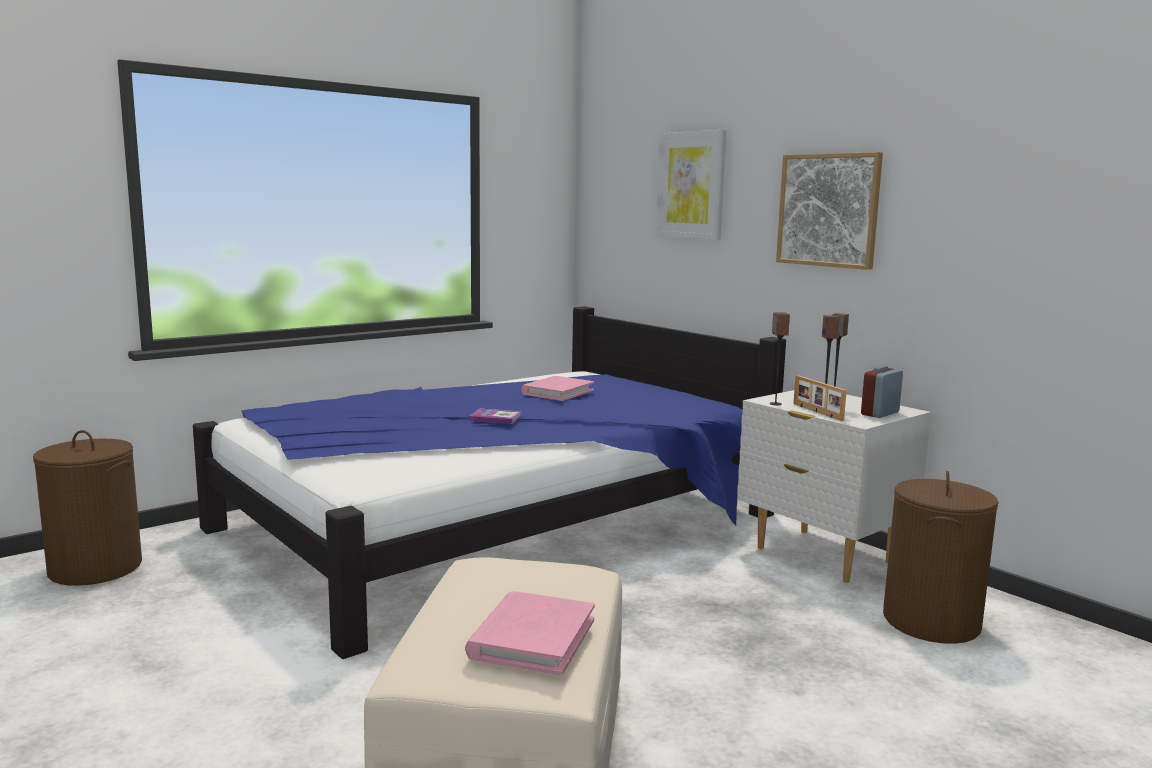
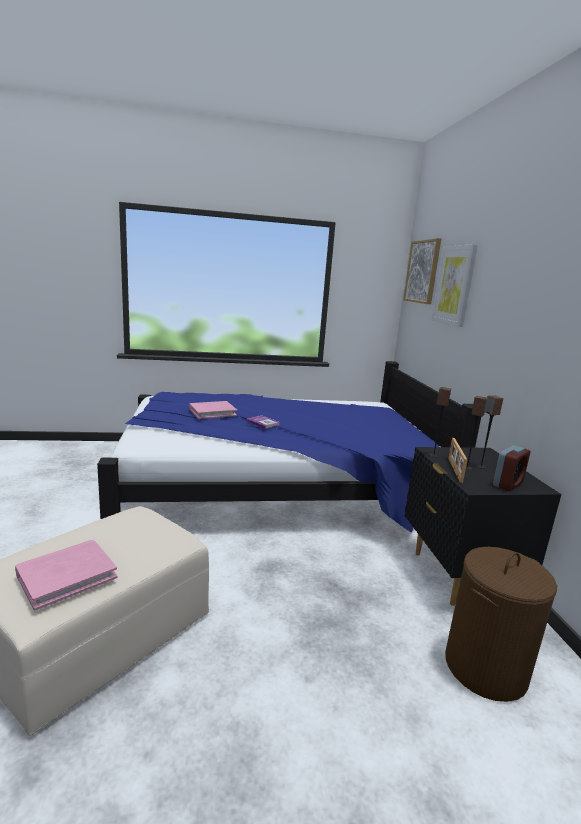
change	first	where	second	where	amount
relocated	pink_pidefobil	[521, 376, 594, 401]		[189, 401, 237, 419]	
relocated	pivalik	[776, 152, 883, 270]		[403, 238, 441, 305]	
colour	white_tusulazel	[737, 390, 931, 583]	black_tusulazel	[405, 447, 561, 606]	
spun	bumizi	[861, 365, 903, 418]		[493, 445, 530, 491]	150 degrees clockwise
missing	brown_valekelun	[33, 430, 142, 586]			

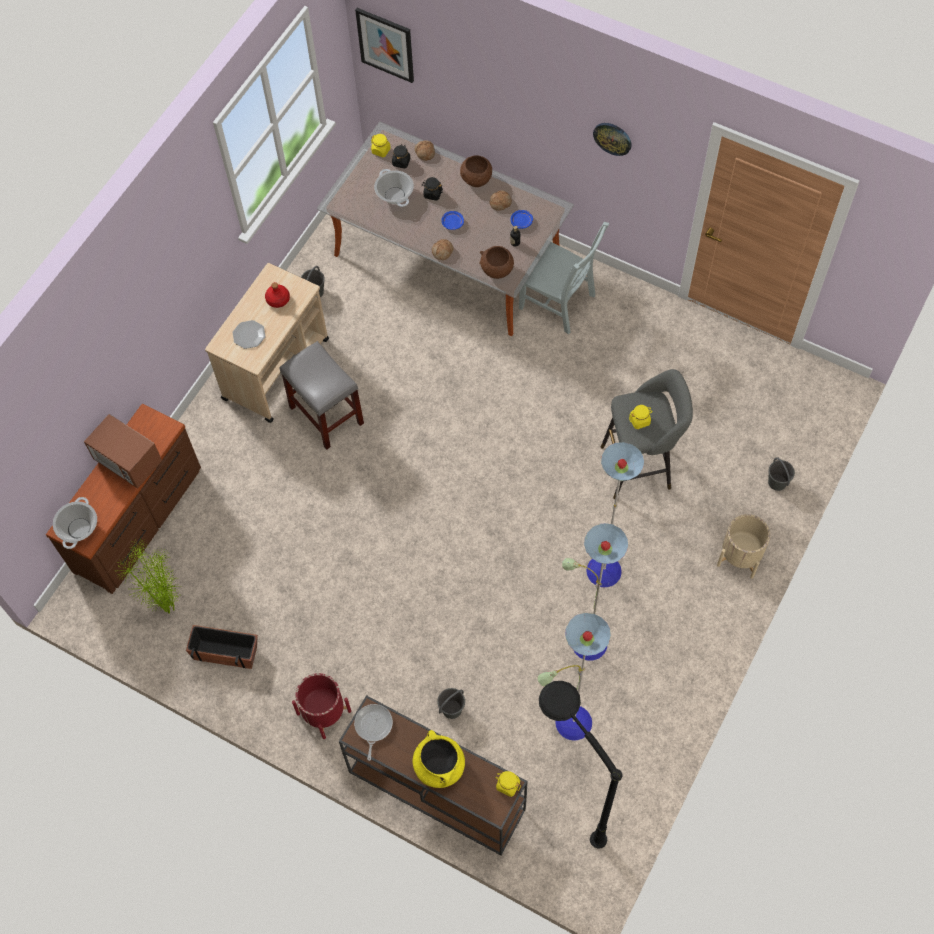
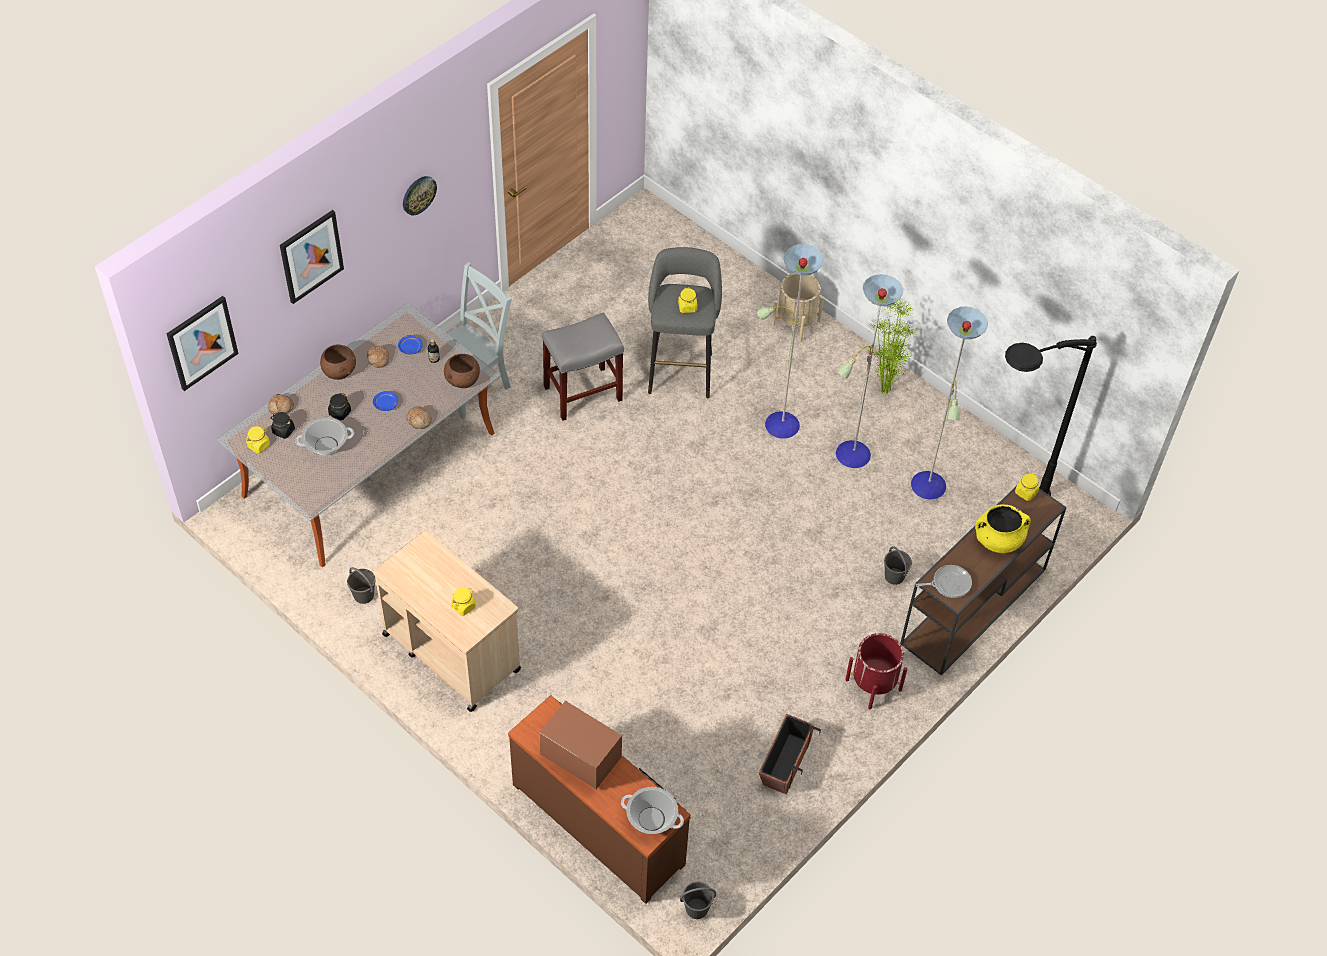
change	first	where	second	where	amount
appeared			pivalik	[280, 210, 344, 304]	
exchanged	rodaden	[233, 320, 265, 349]	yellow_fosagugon	[451, 587, 476, 616]	
spun	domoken	[84, 414, 162, 489]		[539, 701, 622, 789]	105 degrees counterclockwise
relocated	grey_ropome	[280, 341, 364, 450]		[542, 312, 624, 421]	
relocated	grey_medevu	[768, 457, 795, 491]		[680, 882, 716, 919]	
relocated	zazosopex	[114, 539, 182, 614]		[868, 299, 917, 393]	
spun	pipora	[354, 704, 393, 761]		[916, 565, 972, 598]	150 degrees clockwise
missing	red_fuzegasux	[265, 282, 290, 308]			

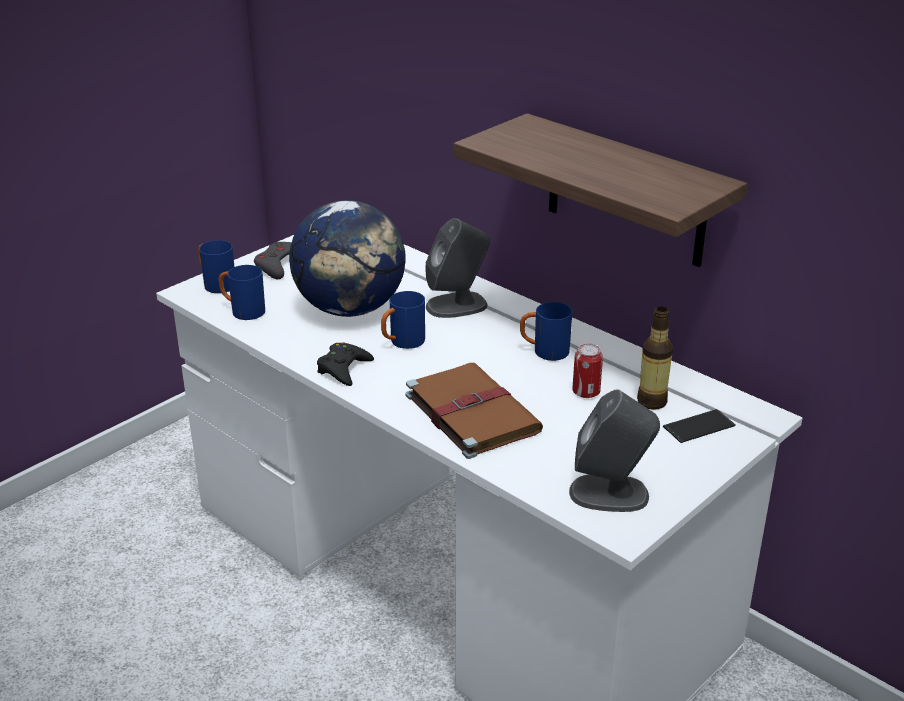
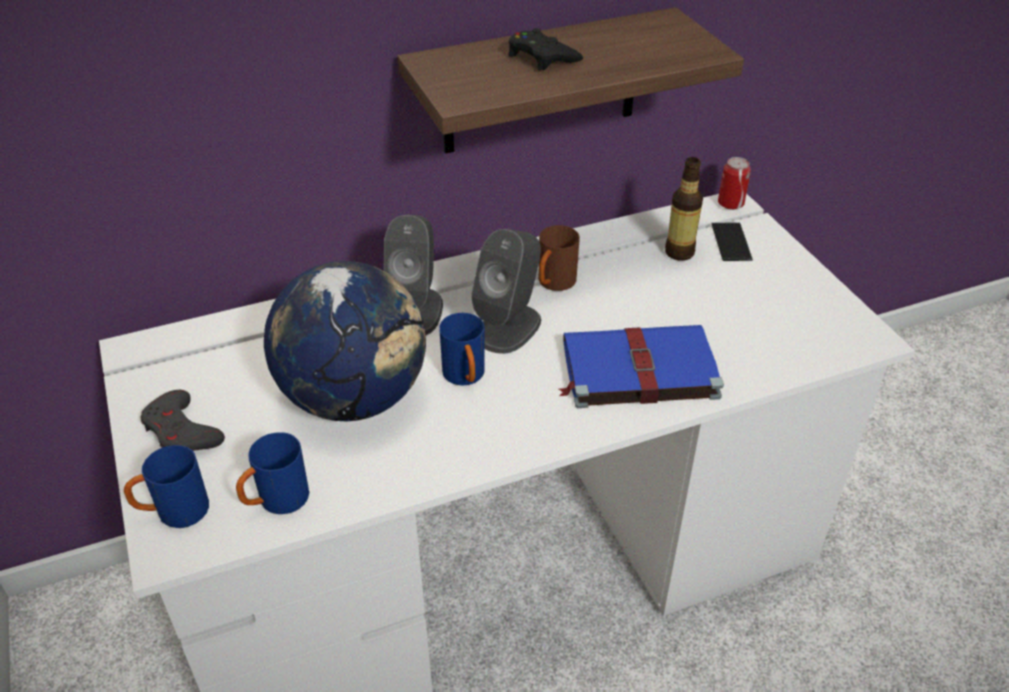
change	first	where	second	where	amount
relocated	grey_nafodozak	[569, 389, 660, 512]		[471, 229, 541, 354]	
relocated	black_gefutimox	[317, 342, 374, 386]		[509, 28, 583, 70]	
colour	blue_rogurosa	[520, 302, 572, 361]	brown_rogurosa	[539, 225, 580, 291]	
colour	brown_pidefobil	[405, 363, 543, 459]	blue_pidefobil	[559, 325, 724, 408]	
relocated	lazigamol	[572, 343, 603, 398]		[718, 157, 751, 210]	

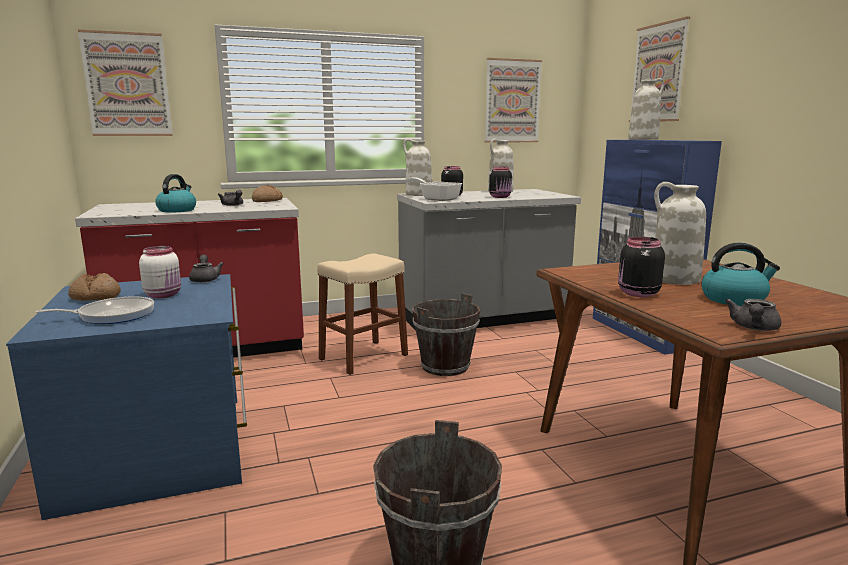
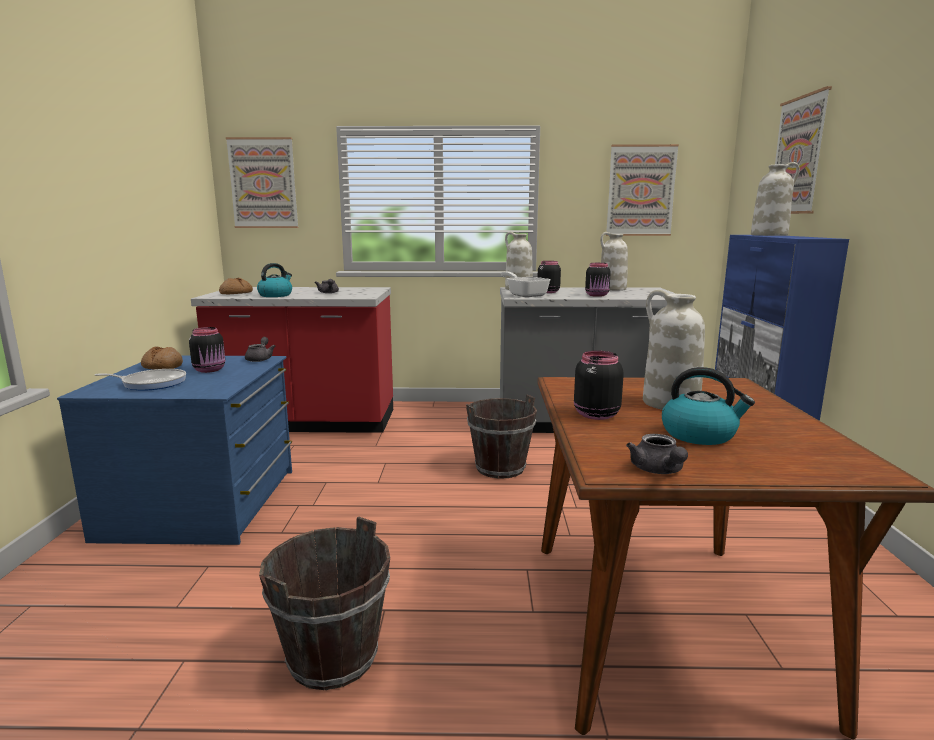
change	first	where	second	where	amount
colour	white_fosagugon	[139, 246, 181, 298]	black_fosagugon	[189, 327, 225, 373]	
relocated	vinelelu	[252, 185, 283, 202]		[219, 278, 253, 294]	
spun	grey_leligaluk	[725, 299, 781, 331]		[626, 434, 688, 474]	60 degrees counterclockwise
missing	beige_ropome	[317, 253, 408, 375]			

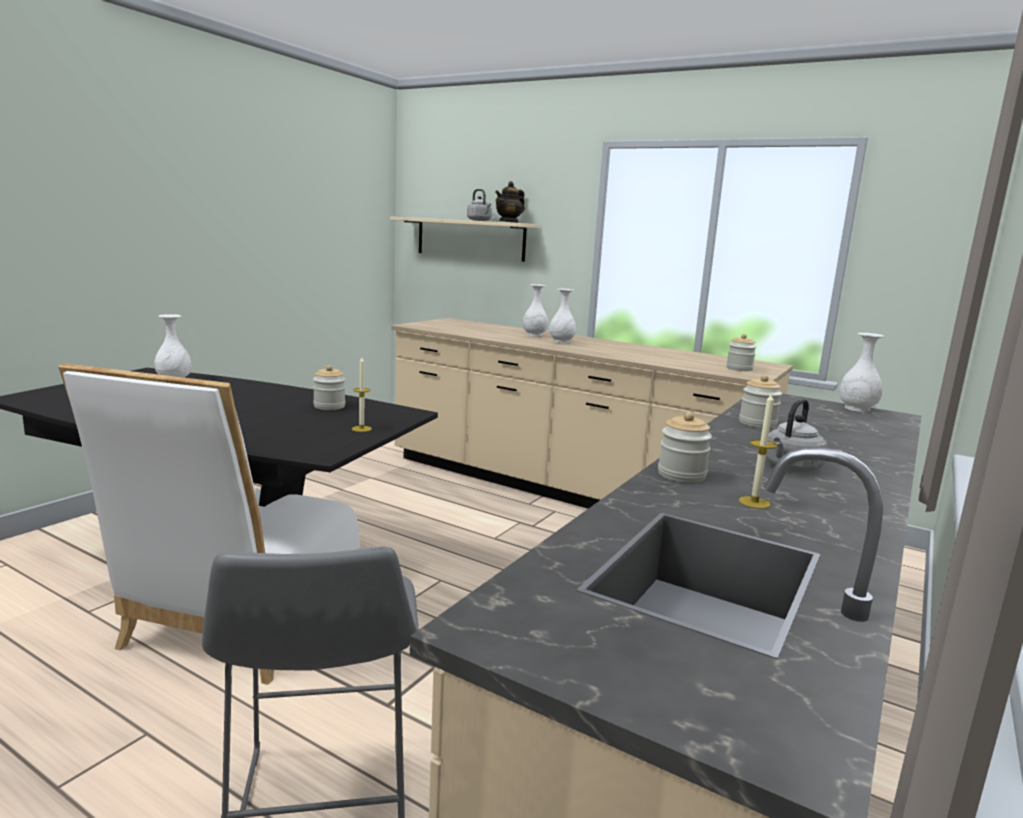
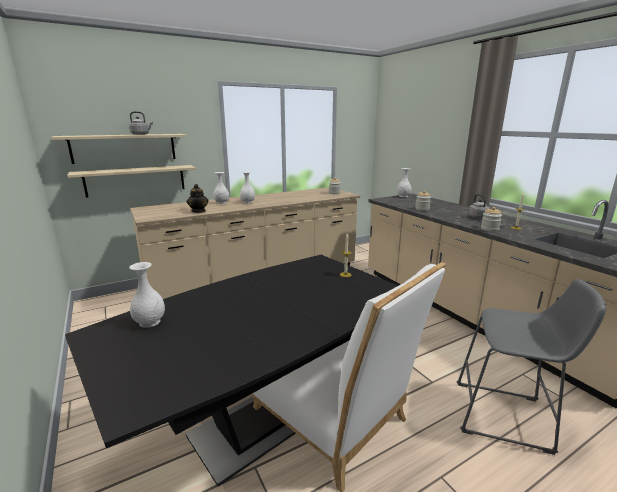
change	first	where	second	where	amount
appeared			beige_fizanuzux	[67, 165, 196, 198]	
relocated	leligaluk	[495, 181, 525, 223]		[187, 184, 208, 213]	
missing	fosagugon	[313, 365, 346, 410]			

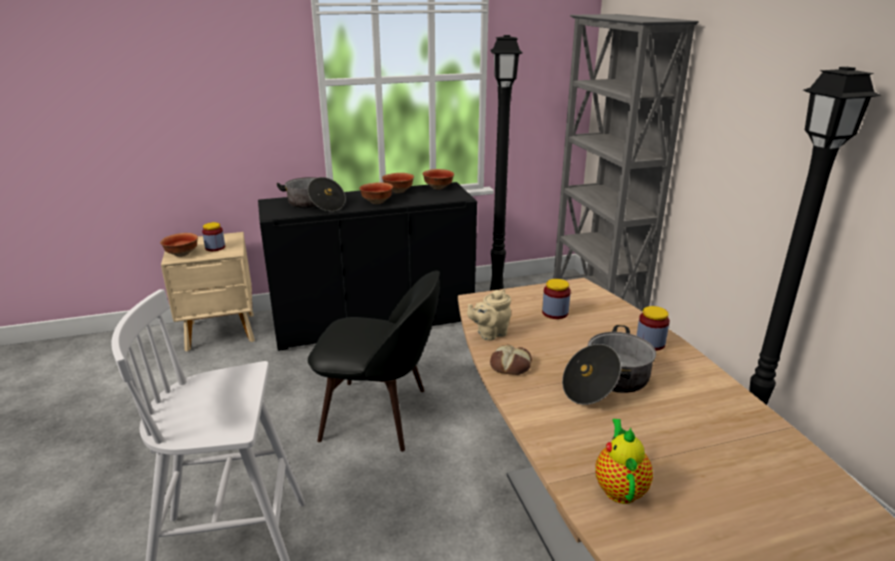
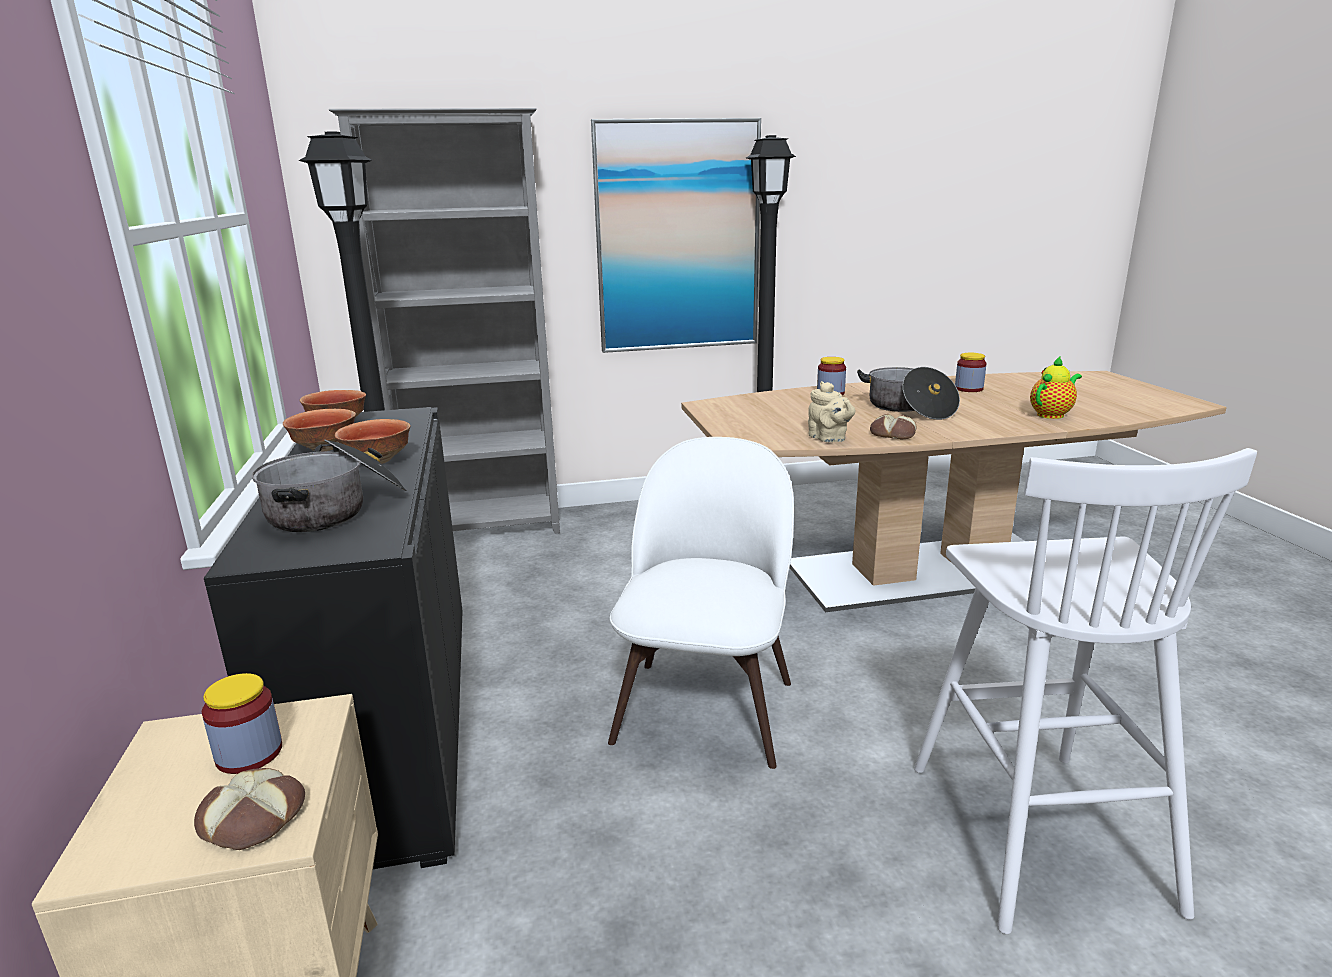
change	first	where	second	where	amount
exchanged	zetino	[160, 233, 198, 257]	vinelelu	[194, 768, 305, 850]	
appeared			pivalik	[591, 118, 761, 353]	
colour	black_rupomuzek	[308, 270, 440, 452]	white_rupomuzek	[608, 437, 794, 769]	
relocated	fosagugon	[542, 279, 571, 319]		[955, 353, 987, 392]	
spun	leligaluk	[595, 419, 653, 504]		[1030, 356, 1082, 419]	135 degrees clockwise

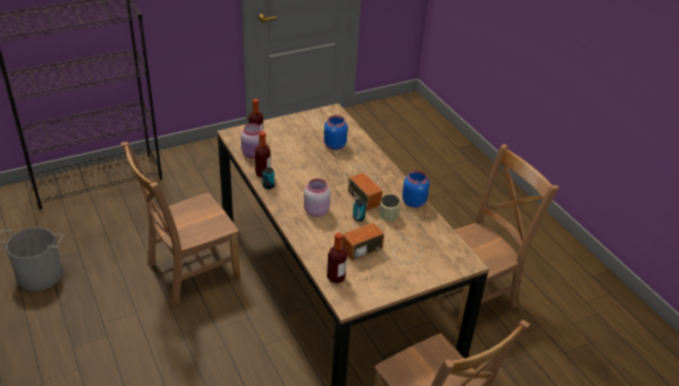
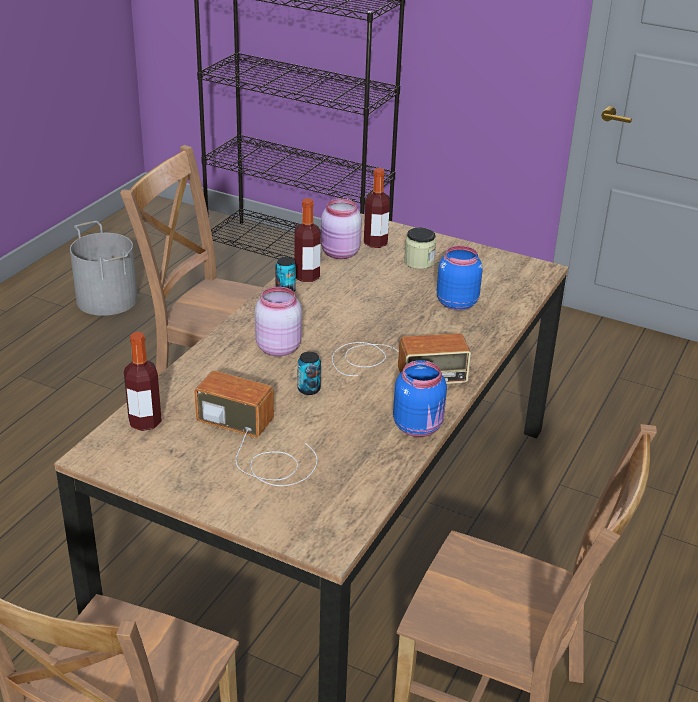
change	first	where	second	where	amount
spun	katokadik	[344, 166, 383, 211]		[332, 333, 471, 384]	120 degrees counterclockwise
relocated	fosagugon	[379, 194, 400, 222]		[404, 228, 436, 269]	

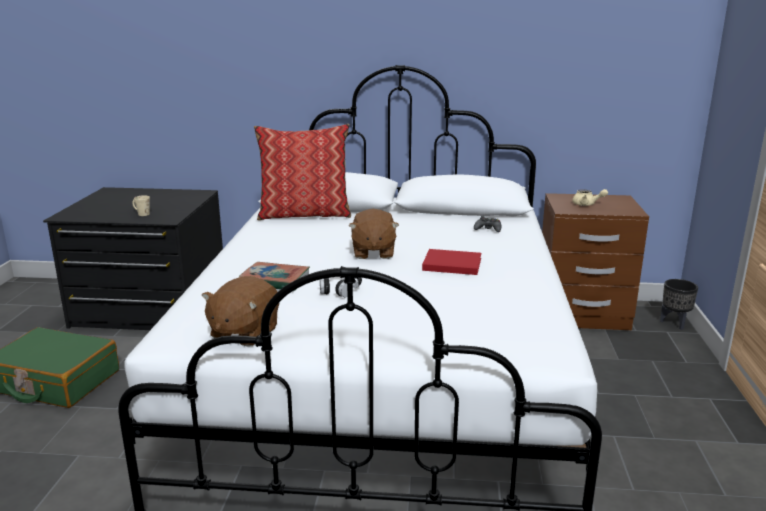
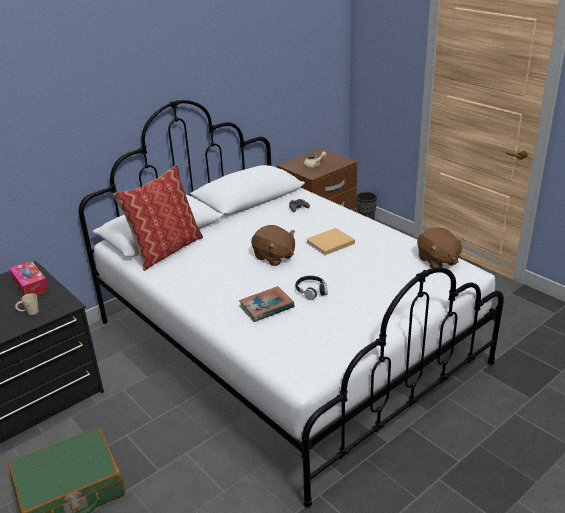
change	first	where	second	where	amount
appeared			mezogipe	[9, 260, 49, 296]	
colour	red_pidefobil	[422, 249, 481, 275]	beige_pidefobil	[306, 228, 355, 255]	
relocated	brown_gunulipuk	[202, 276, 279, 347]		[417, 227, 464, 268]	

